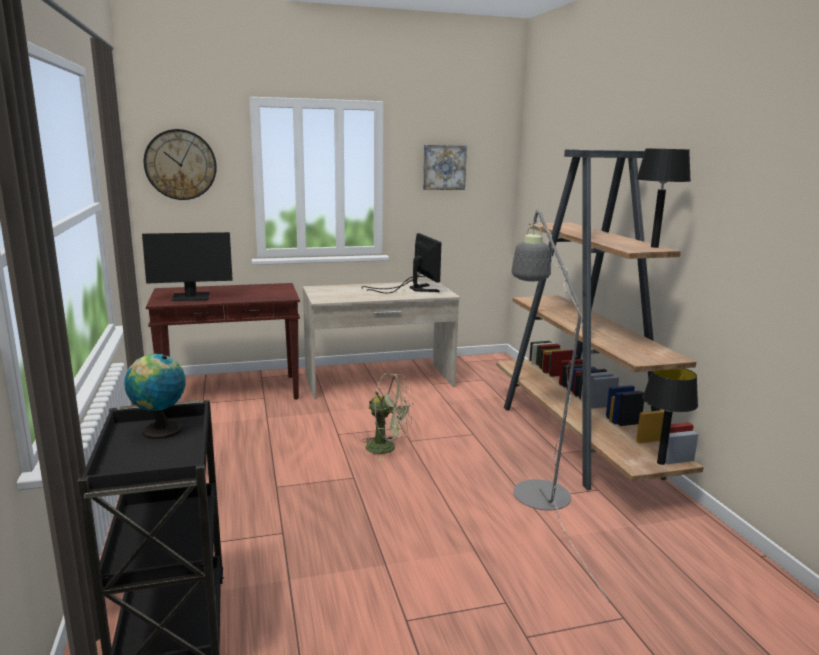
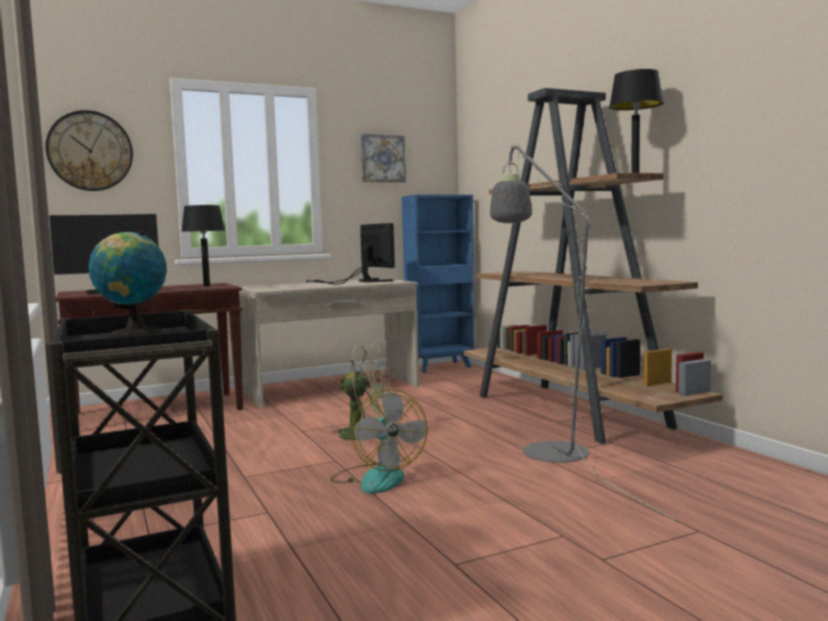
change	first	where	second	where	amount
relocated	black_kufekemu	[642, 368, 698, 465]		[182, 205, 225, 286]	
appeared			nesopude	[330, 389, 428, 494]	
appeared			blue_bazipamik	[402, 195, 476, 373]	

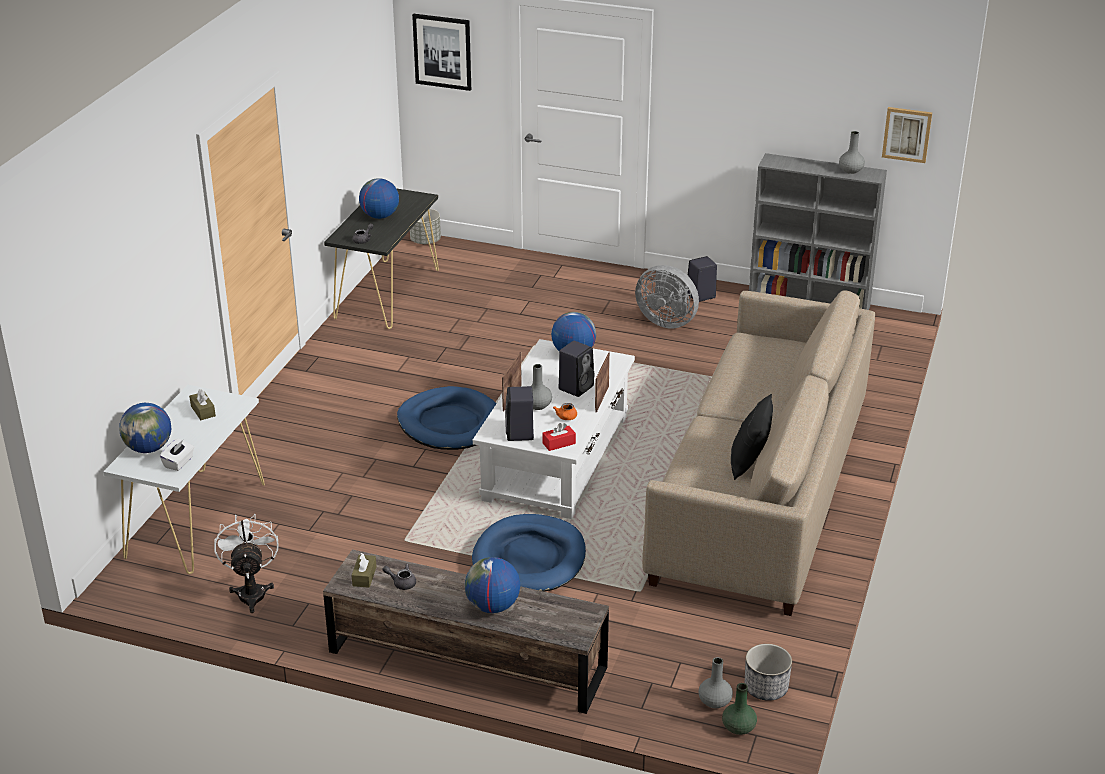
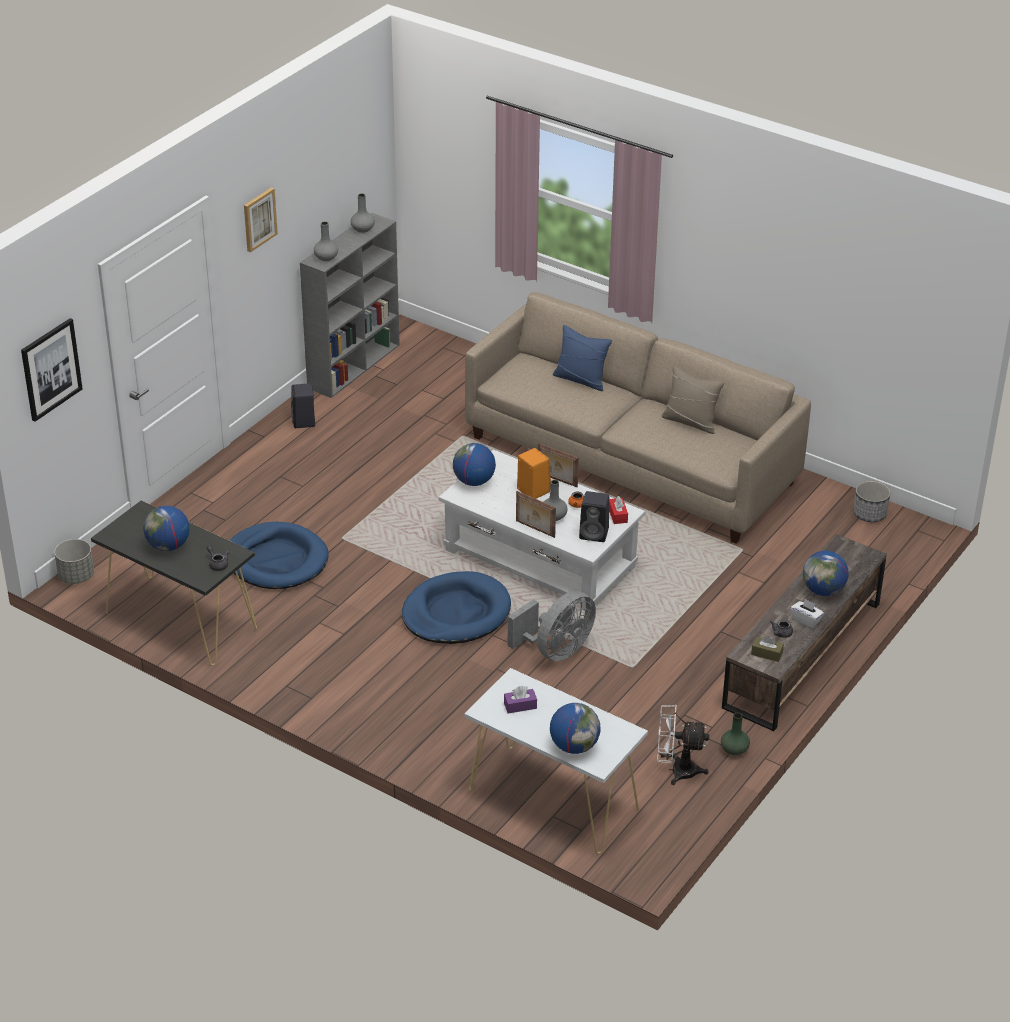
change	first	where	second	where	amount
relocated	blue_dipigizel	[472, 514, 586, 592]		[229, 521, 329, 589]	
relocated	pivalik	[882, 107, 932, 163]		[244, 187, 278, 252]	
relocated	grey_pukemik	[698, 657, 733, 708]		[314, 221, 338, 261]	
colour	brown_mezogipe	[189, 389, 216, 420]	purple_mezogipe	[504, 686, 537, 714]	
relocated	grey_nesopude	[635, 265, 699, 328]		[508, 591, 596, 661]	
colour	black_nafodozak	[559, 341, 595, 397]	orange_nafodozak	[517, 448, 551, 499]	
appeared			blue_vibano	[553, 325, 612, 391]	
colour	black_vibano	[731, 394, 773, 480]	beige_vibano	[662, 366, 725, 434]	
relocated	green_pukemik	[722, 683, 757, 735]		[721, 713, 750, 755]	
relocated	white_mezogipe	[160, 438, 194, 471]		[791, 599, 824, 628]	

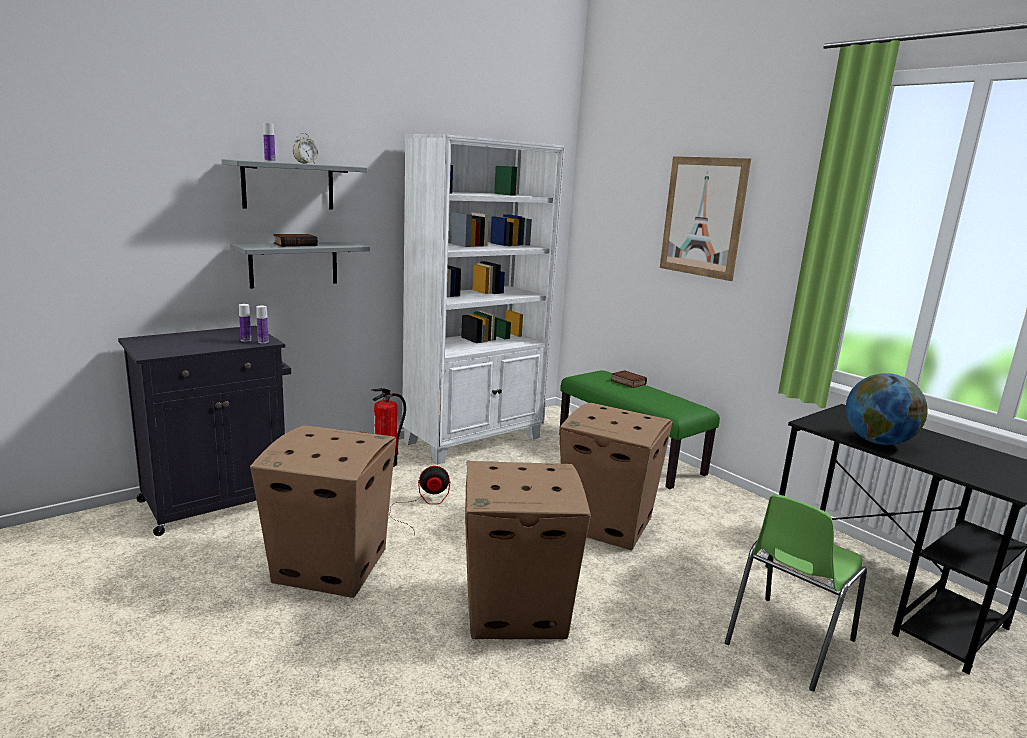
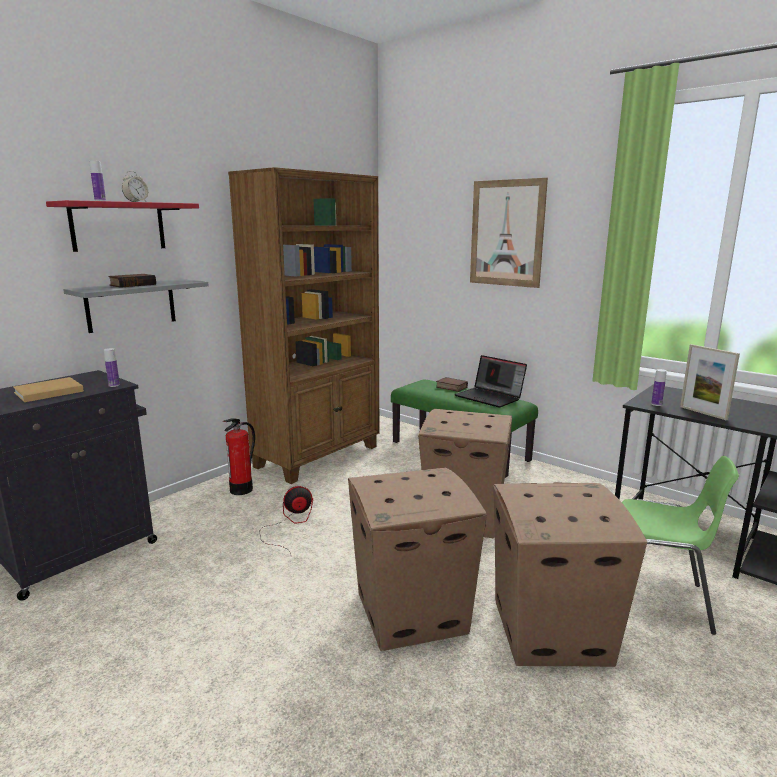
change	first	where	second	where	amount
appeared			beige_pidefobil	[13, 377, 84, 402]	
colour	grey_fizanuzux	[222, 159, 367, 210]	red_fizanuzux	[46, 200, 199, 252]	
colour	white_bazipamik	[402, 134, 565, 464]	brown_bazipamik	[228, 167, 379, 484]	
appeared			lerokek	[455, 355, 527, 408]	
relocated	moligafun	[250, 425, 396, 598]		[493, 483, 647, 667]	
spun	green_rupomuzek	[725, 494, 867, 691]		[622, 456, 739, 635]	105 degrees counterclockwise
relocated	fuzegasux	[239, 304, 251, 342]		[651, 369, 667, 406]	
exchanged	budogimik	[846, 373, 928, 445]	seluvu	[680, 344, 740, 420]	

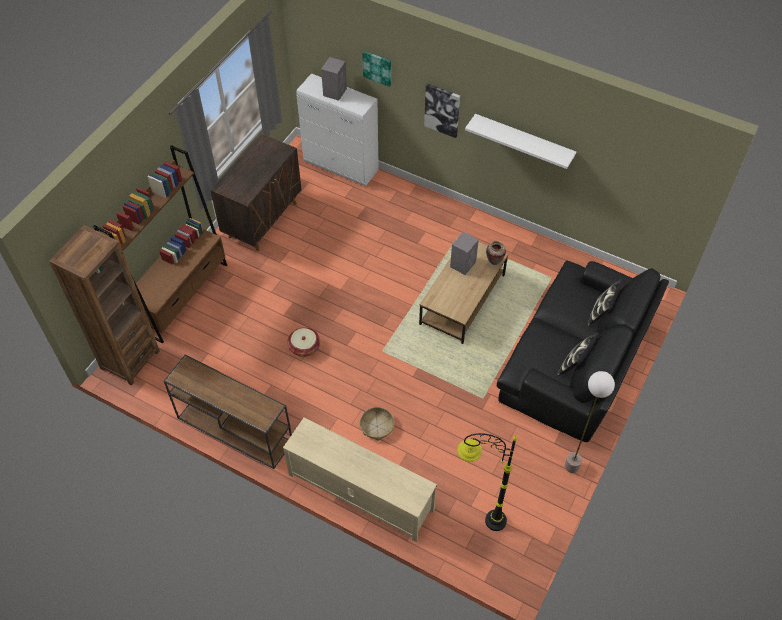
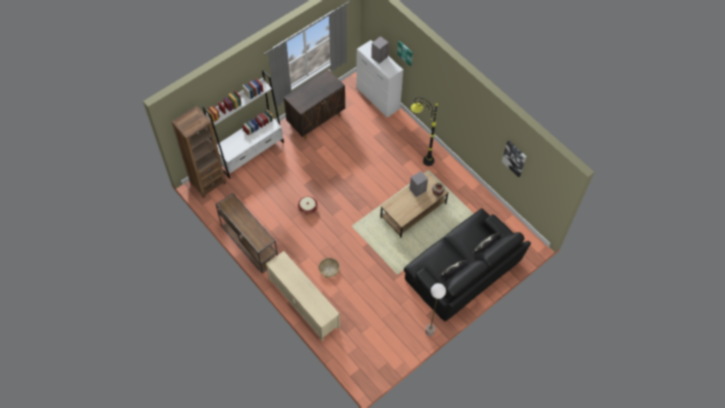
change	first	where	second	where	amount
colour	brown_bazipamik	[93, 145, 227, 343]	white_bazipamik	[203, 70, 284, 179]	
relocated	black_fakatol	[458, 433, 517, 531]		[411, 97, 438, 166]	
relocated	pivalik	[424, 83, 460, 138]		[502, 140, 526, 177]	
missing	white_fizanuzux	[465, 114, 576, 169]			

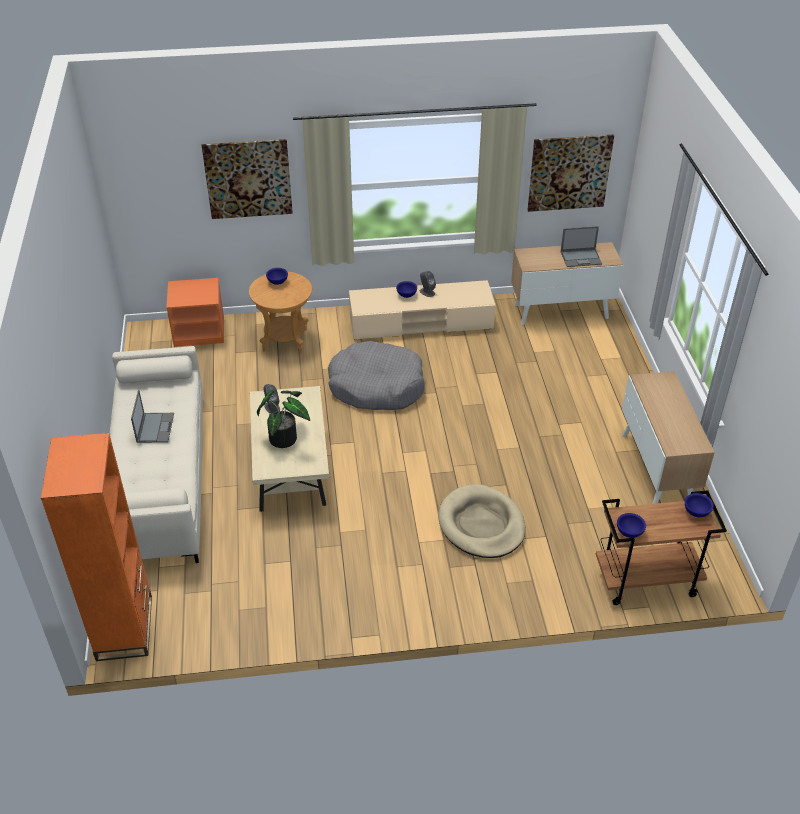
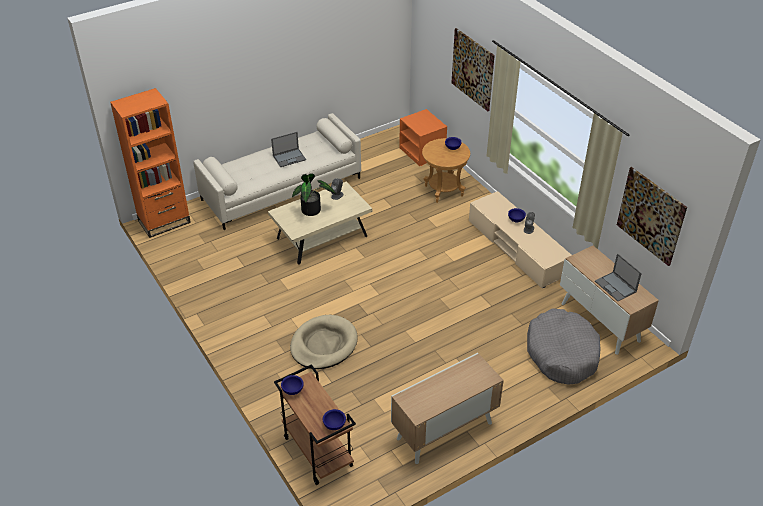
change	first	where	second	where	amount
relocated	grey_dipigizel	[328, 341, 425, 410]		[527, 308, 601, 385]	

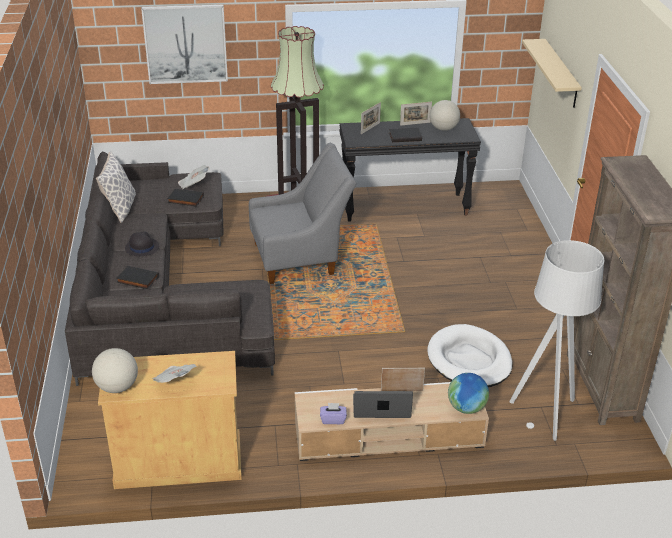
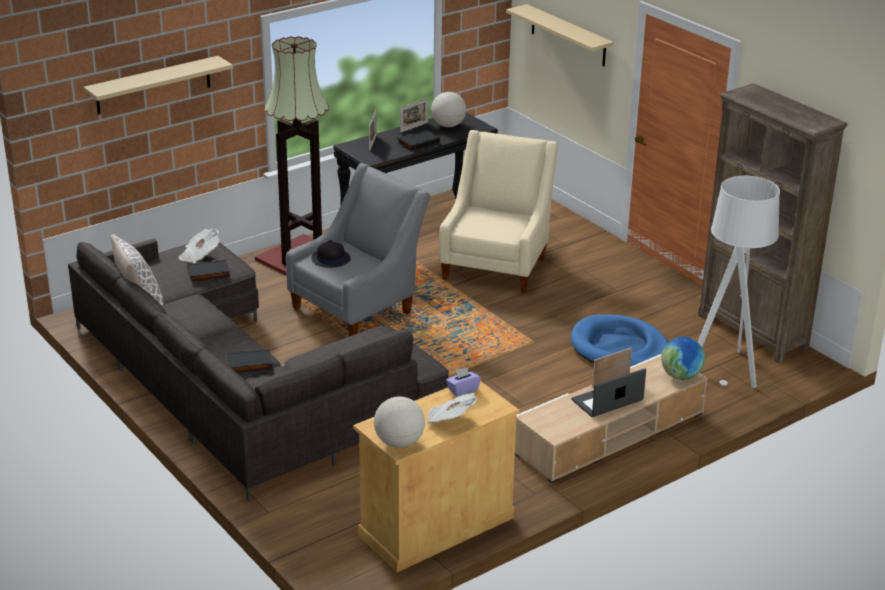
change	first	where	second	where	amount
exchanged	pivalik	[141, 5, 228, 84]	beige_fizanuzux	[83, 56, 233, 114]	
relocated	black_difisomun	[125, 231, 159, 256]		[311, 240, 351, 268]	
appeared			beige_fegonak	[439, 130, 558, 293]	
relocated	purple_mezogipe	[320, 403, 347, 424]		[446, 367, 481, 397]	
colour	white_dipigizel	[427, 324, 513, 387]	blue_dipigizel	[571, 314, 668, 367]	

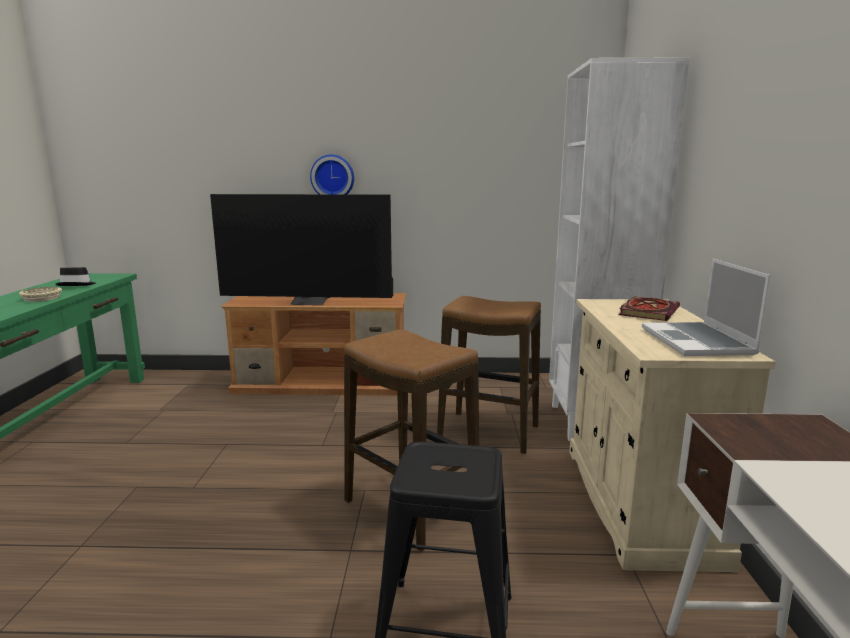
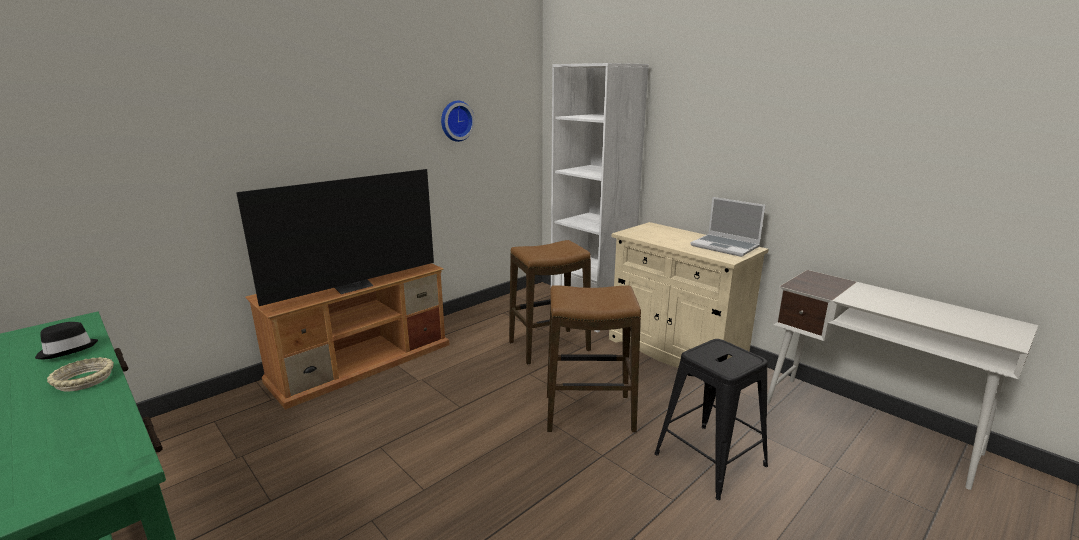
change	first	where	second	where	amount
relocated	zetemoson	[310, 154, 354, 194]		[441, 101, 475, 142]	
missing	pidefobil	[619, 296, 680, 321]			

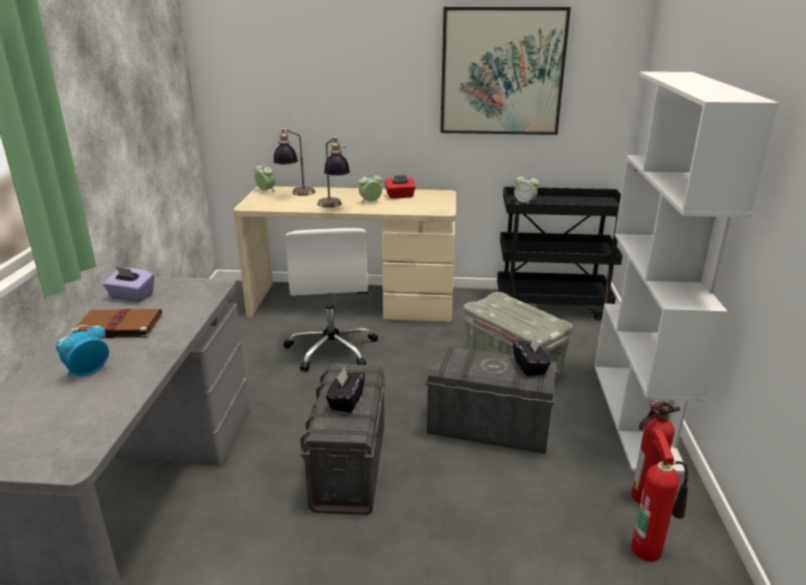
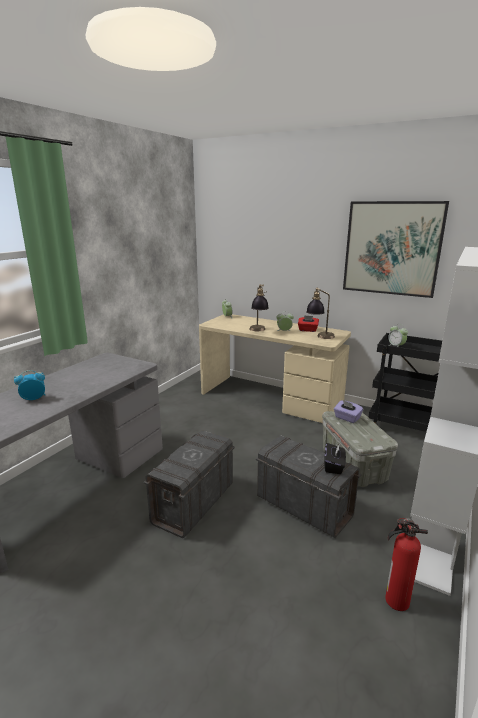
change	first	where	second	where	amount
relocated	kufekemu	[273, 127, 315, 196]		[306, 288, 335, 339]	
relocated	purple_mezogipe	[103, 267, 154, 302]		[334, 400, 363, 423]	
missing	brown_pidefobil	[71, 309, 162, 338]			
missing	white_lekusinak	[283, 228, 378, 372]			
missing	black_mezogipe	[326, 367, 365, 413]			
missing	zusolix	[631, 429, 688, 562]			

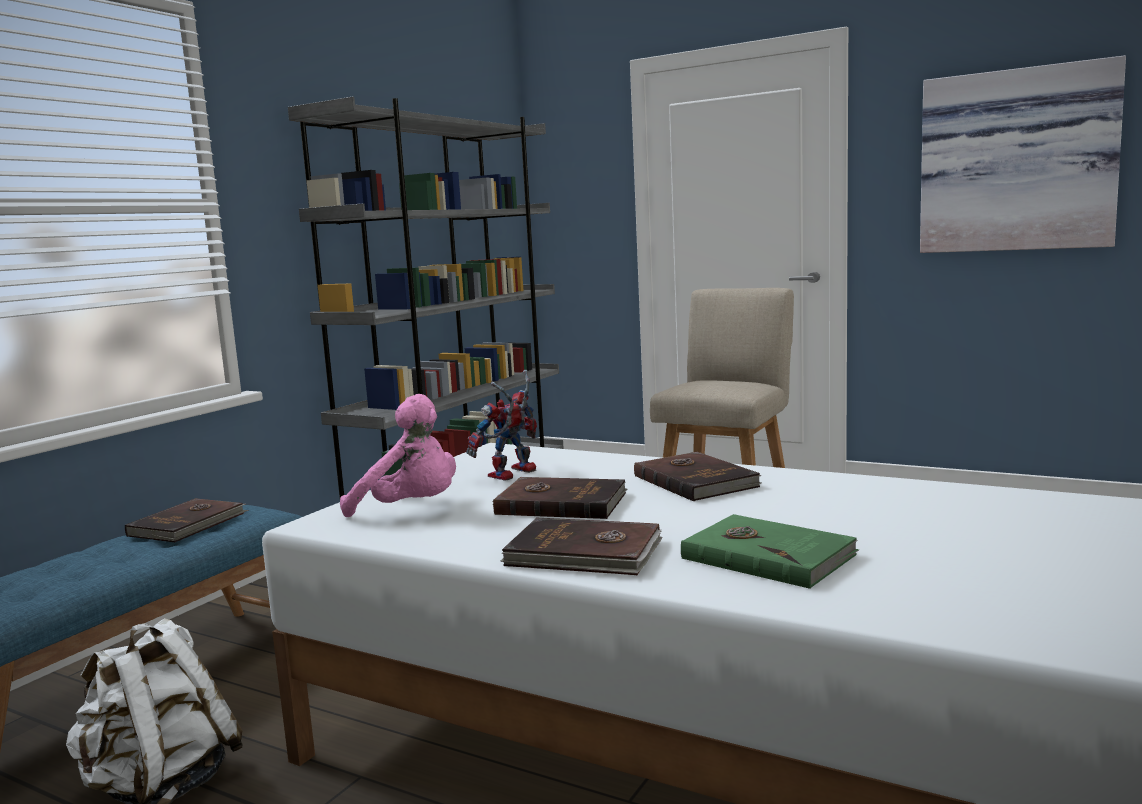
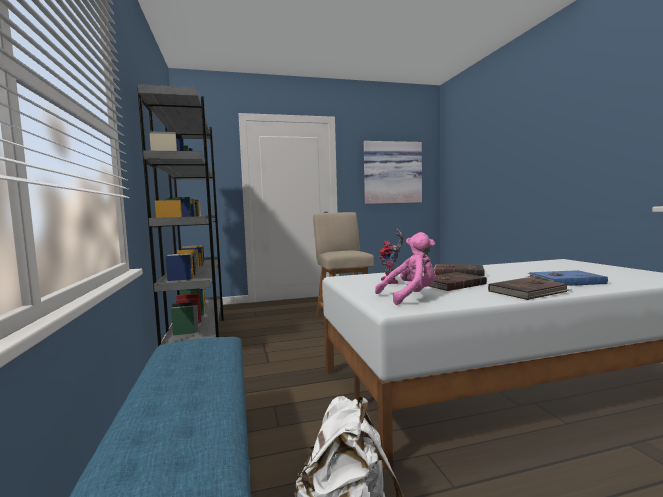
change	first	where	second	where	amount
colour	green_pidefobil	[681, 514, 859, 589]	blue_pidefobil	[527, 270, 608, 286]	
missing	brown_pidefobil	[125, 498, 249, 542]			

